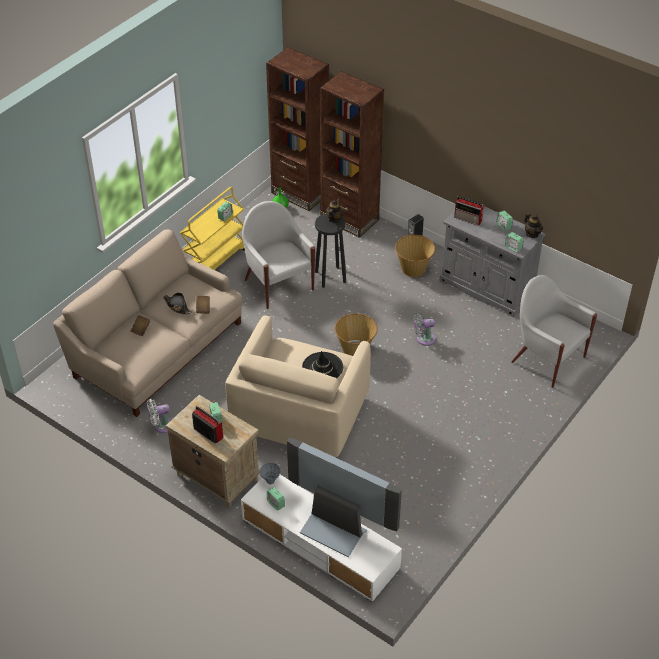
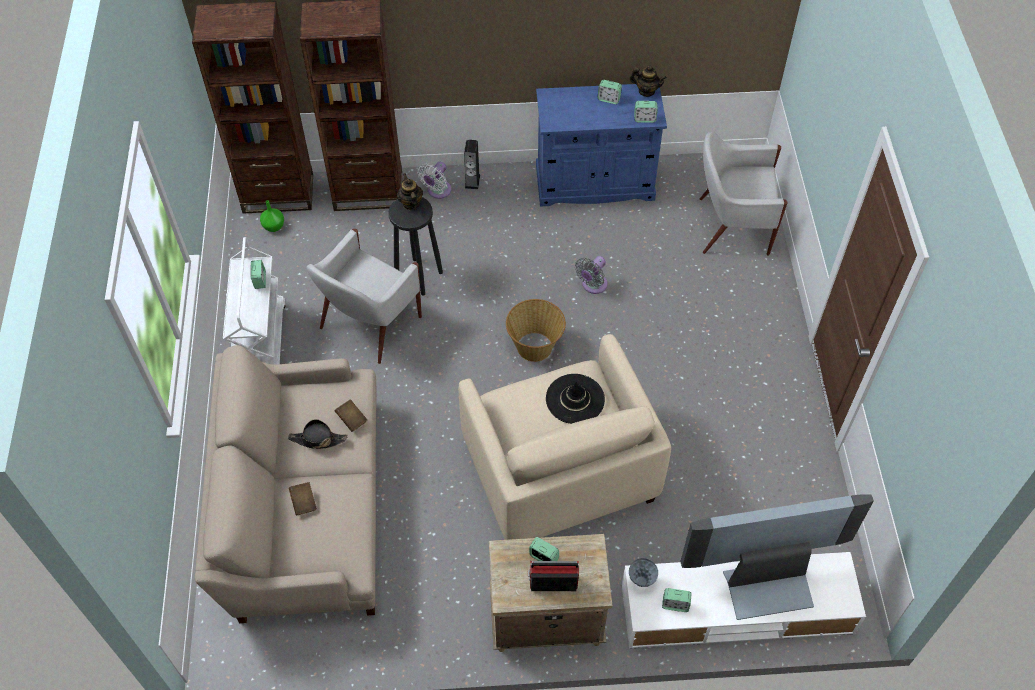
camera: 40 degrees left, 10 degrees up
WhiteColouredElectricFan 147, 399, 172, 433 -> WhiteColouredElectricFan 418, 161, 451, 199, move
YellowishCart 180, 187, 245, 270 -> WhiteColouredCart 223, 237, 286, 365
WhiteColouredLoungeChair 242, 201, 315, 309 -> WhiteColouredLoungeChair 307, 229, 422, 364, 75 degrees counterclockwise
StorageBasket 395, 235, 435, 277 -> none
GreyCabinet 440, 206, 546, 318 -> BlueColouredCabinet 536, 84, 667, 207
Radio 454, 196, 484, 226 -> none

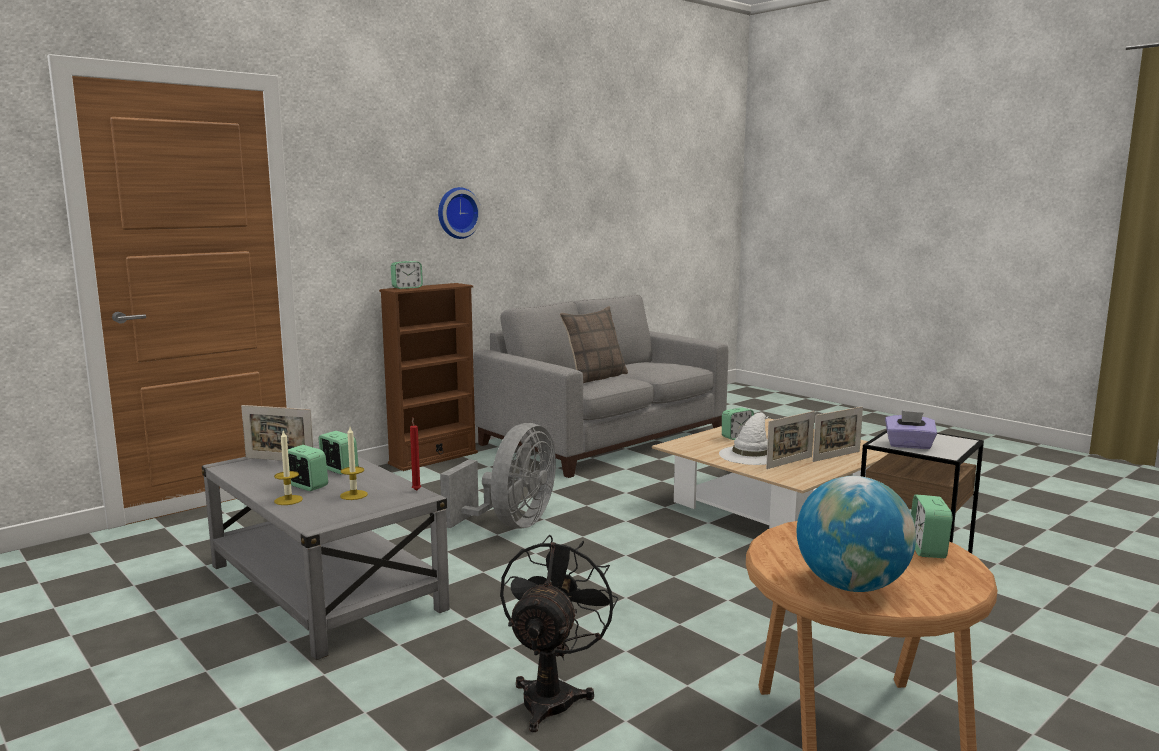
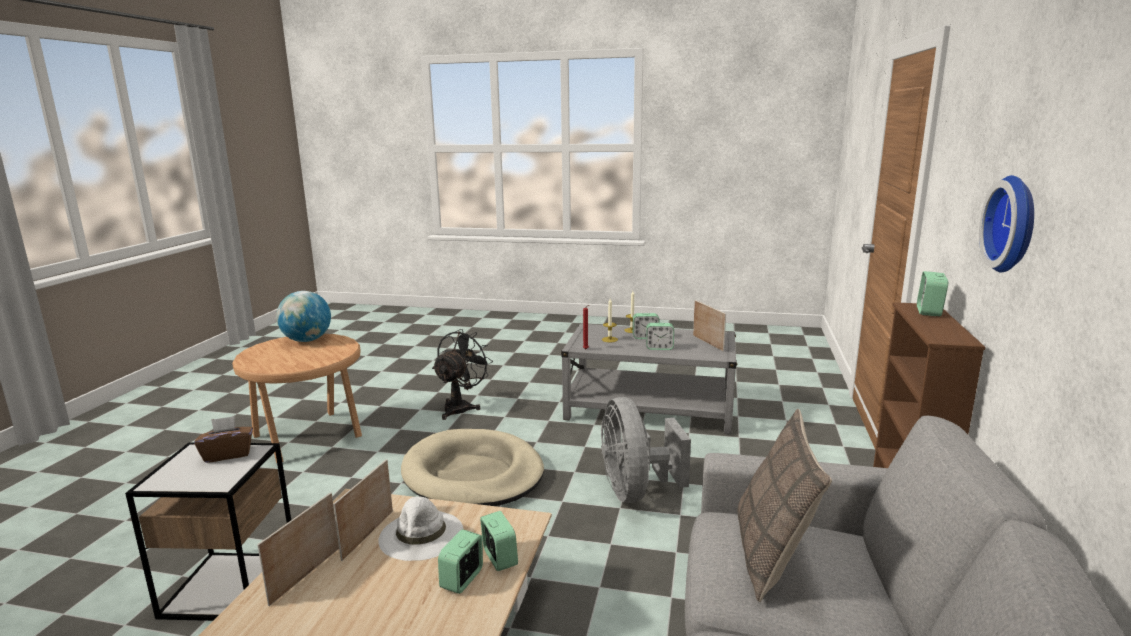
camera: 145 degrees right, 5 degrees up
PictureFrame 241, 405, 313, 461 -> PictureFrame 693, 300, 726, 352, 90 degrees clockwise
BlackElectricFan 500, 535, 618, 732 -> BlackElectricFan 432, 329, 493, 420, 135 degrees counterclockwise
PurpleTissueBox 885, 411, 937, 449 -> BrownTissueBox 194, 416, 253, 463
AlarmClock 911, 494, 952, 558 -> AlarmClock 480, 511, 518, 571, move
none -> SandColouredDogCushion 401, 429, 544, 506

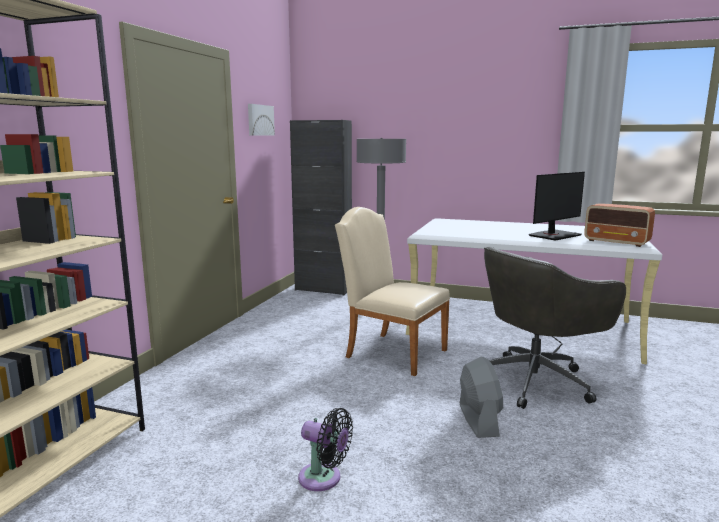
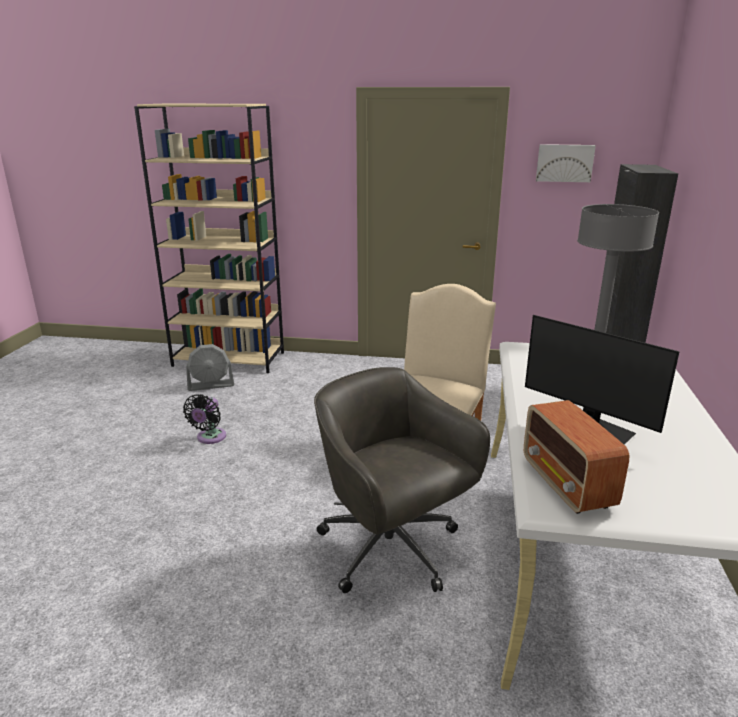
camera: 80 degrees right, 10 degrees up
GreyElectricFan 460, 356, 503, 438 -> GreyElectricFan 186, 344, 234, 391, move
Radio 584, 203, 655, 247 -> Radio 524, 400, 629, 514, 45 degrees counterclockwise

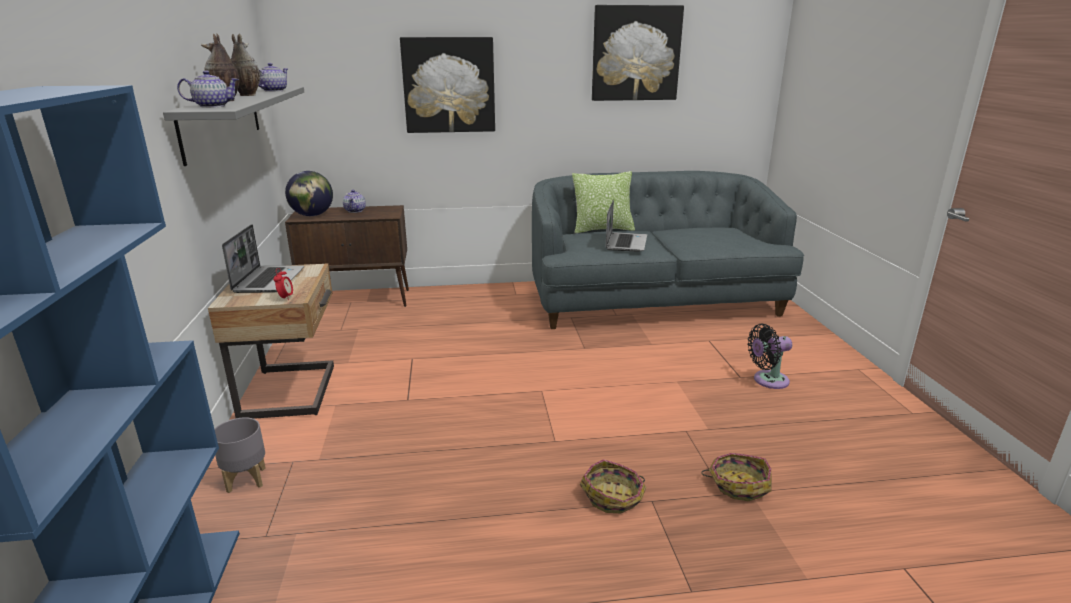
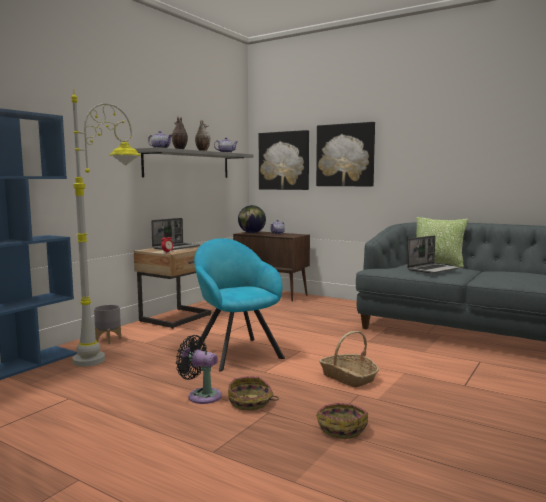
camera: 40 degrees right, 15 degrees down
WallPicture 592, 5, 684, 101 -> WallPicture 259, 130, 309, 190, move
BlackElectricFan 747, 324, 792, 389 -> BlackElectricFan 176, 335, 222, 404, move
none -> GreyStandingLamp 71, 89, 141, 367
none -> TurquoiseColouredLoungeChair 194, 238, 285, 371
none -> StorageBasket 319, 331, 379, 387

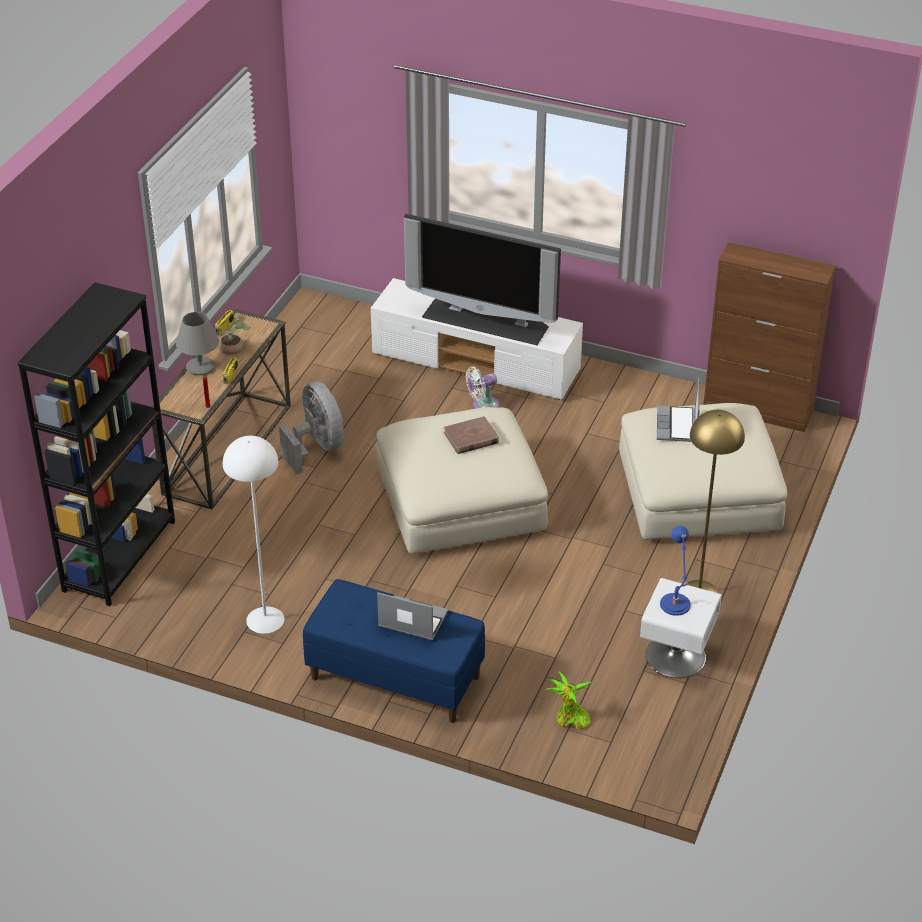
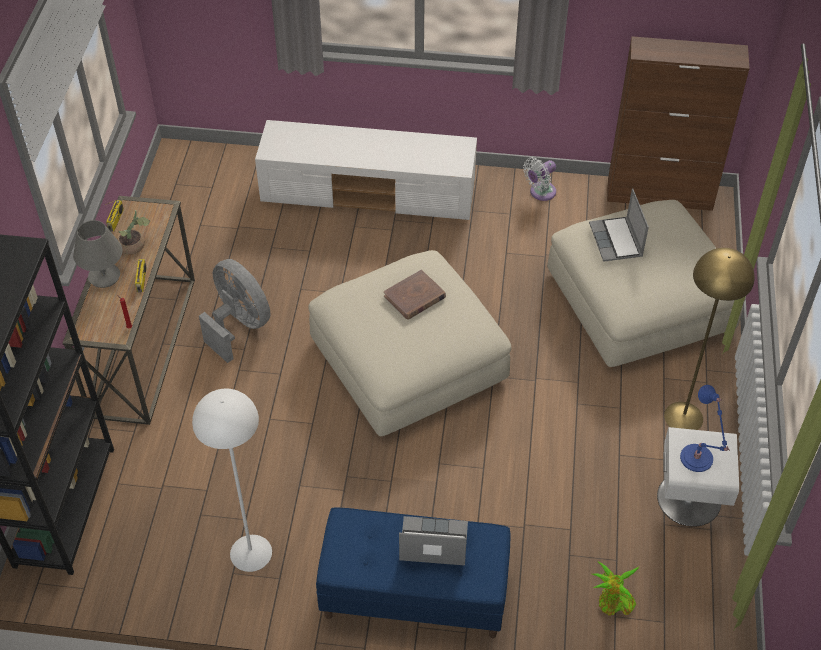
camera: 15 degrees left, 10 degrees up
TvSet 404, 214, 561, 345 -> none
WhiteColouredElectricFan 466, 366, 499, 409 -> WhiteColouredElectricFan 523, 157, 556, 201, move

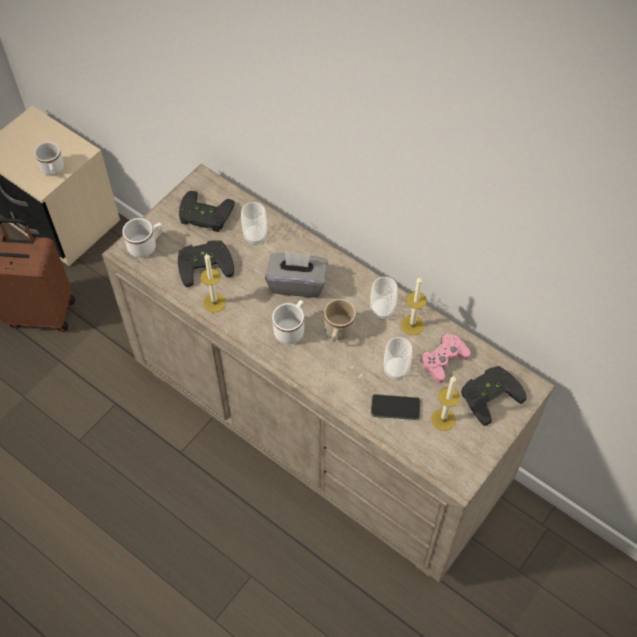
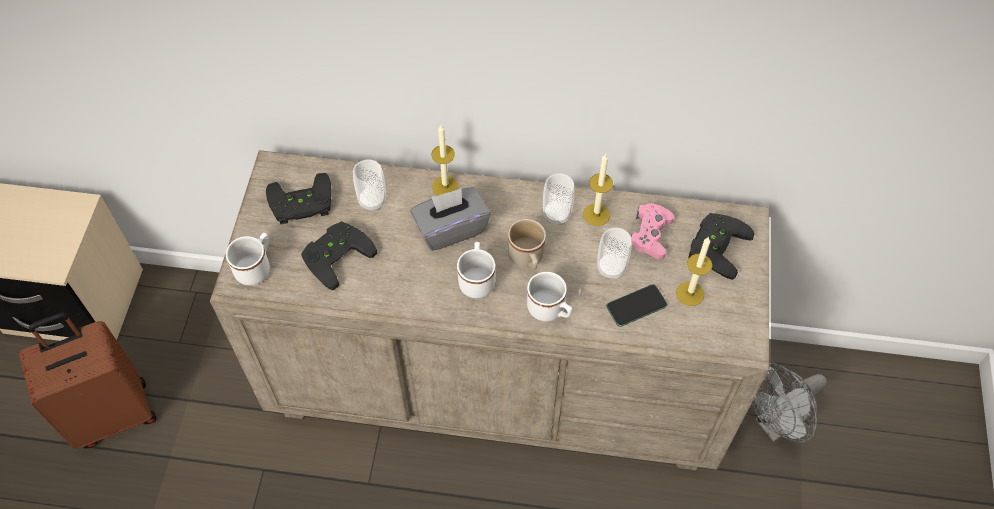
camera: 30 degrees left, 0 degrees up
WhiteColouredMug 34, 142, 64, 176 -> WhiteColouredMug 527, 272, 572, 321, move
WaxLight 200, 253, 226, 313 -> WaxLight 431, 125, 459, 196, move
none -> GreyElectricFan 752, 362, 827, 442

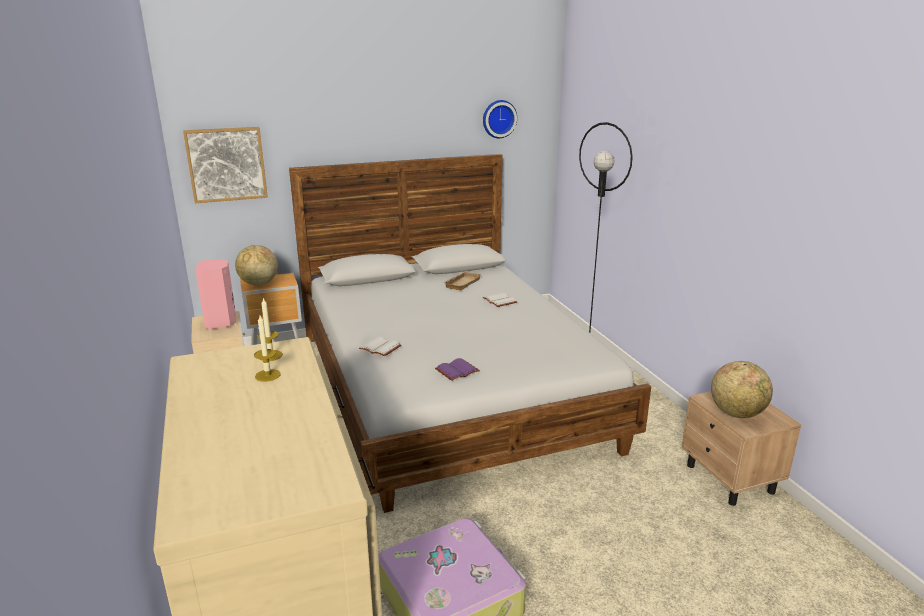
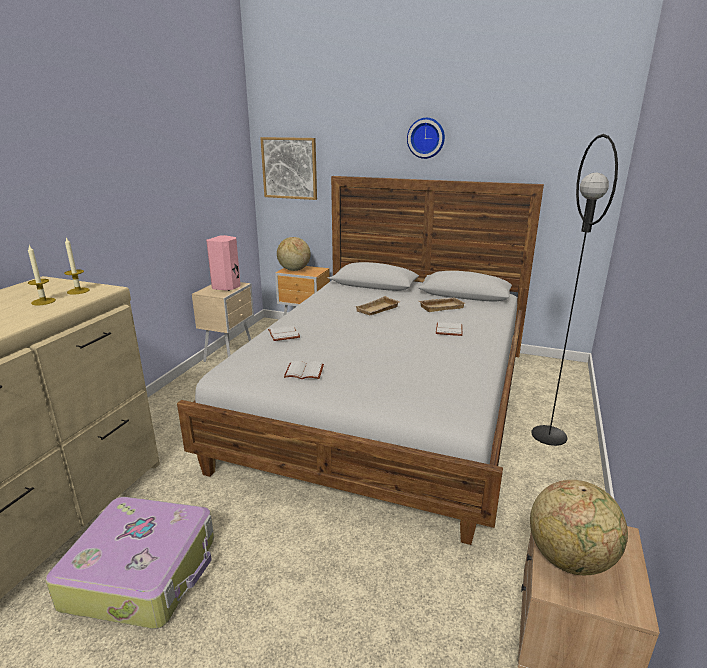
camera: 40 degrees right, 0 degrees up
PurpleBoundBook 435, 358, 480, 381 -> WhiteColouredBoundBook 284, 361, 324, 379
HangingClock 483, 100, 517, 138 -> HangingClock 407, 118, 445, 159, move
none -> SandColouredCarryingTray 355, 296, 400, 316

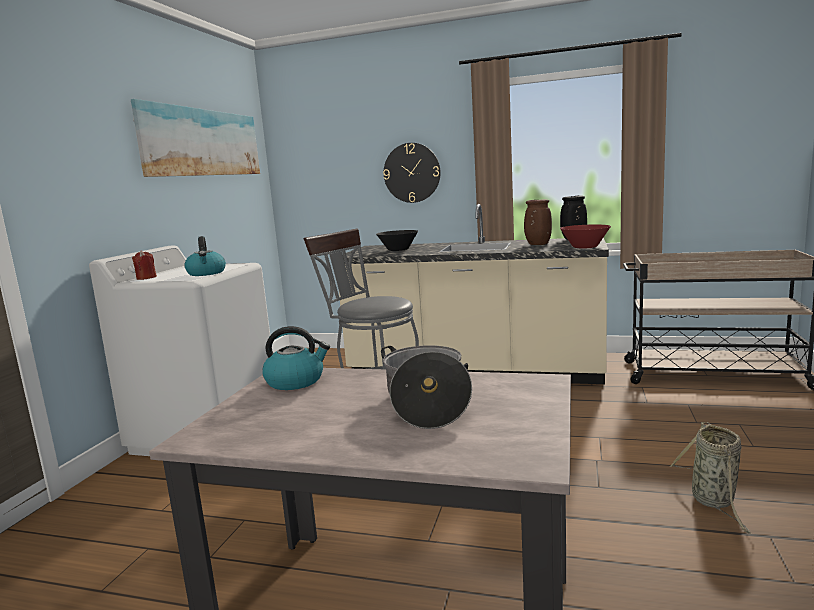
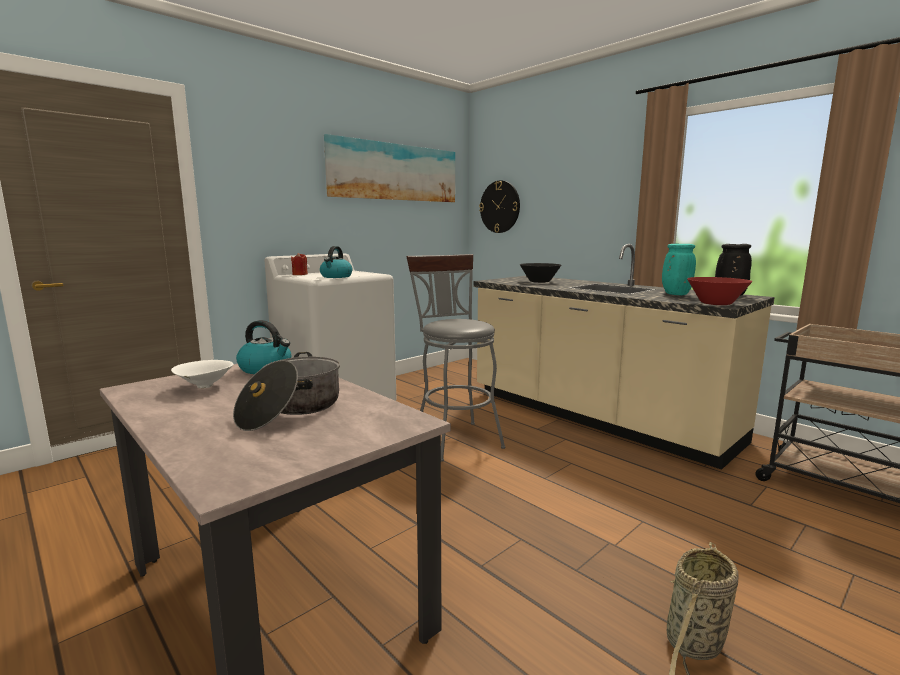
camera: 30 degrees right, 0 degrees up
HangingClock 383, 143, 441, 203 -> HangingClock 479, 180, 520, 233, move
BrownDecorativeVase 524, 199, 552, 245 -> TurquoiseColouredDecorativeVase 662, 244, 696, 295
none -> WhiteColouredDeepDish 171, 360, 234, 388

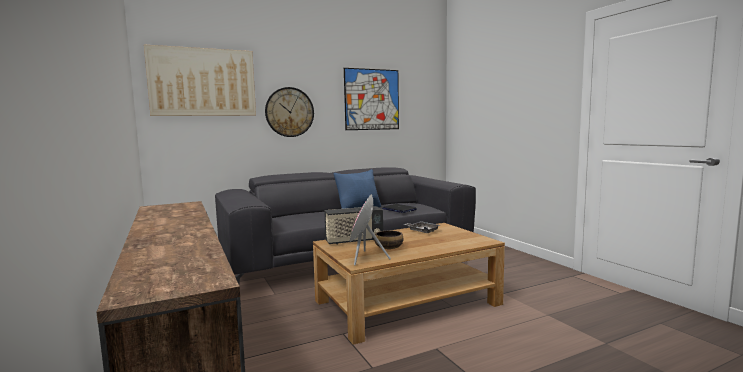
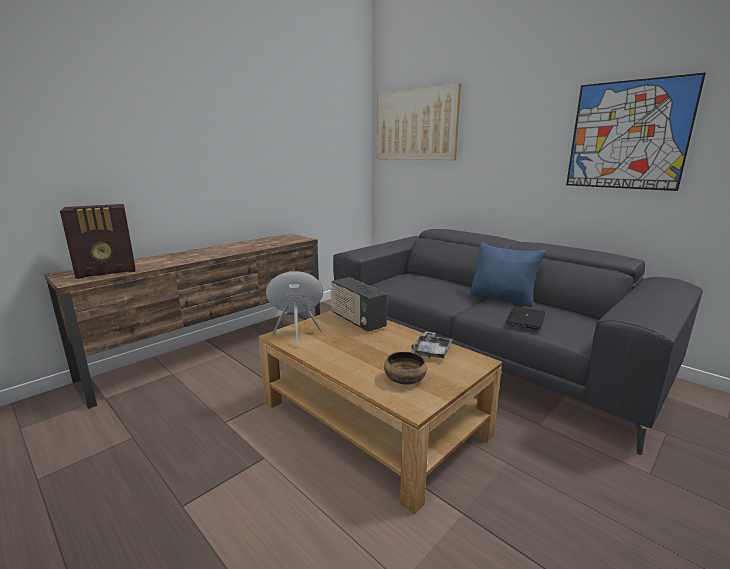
camera: 70 degrees right, 10 degrees up
HangingClock 265, 87, 314, 137 -> none
DeepDish 374, 230, 403, 249 -> DeepDish 384, 352, 427, 385, move
none -> Radio 60, 204, 136, 279

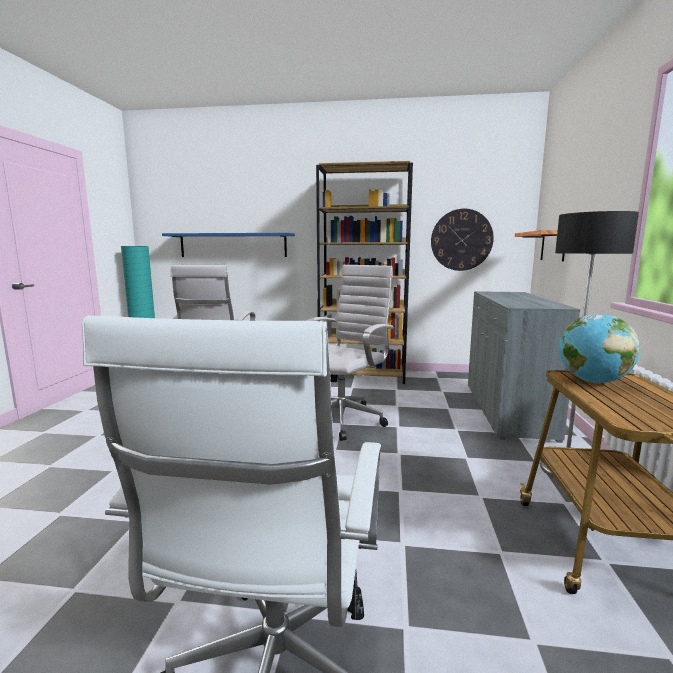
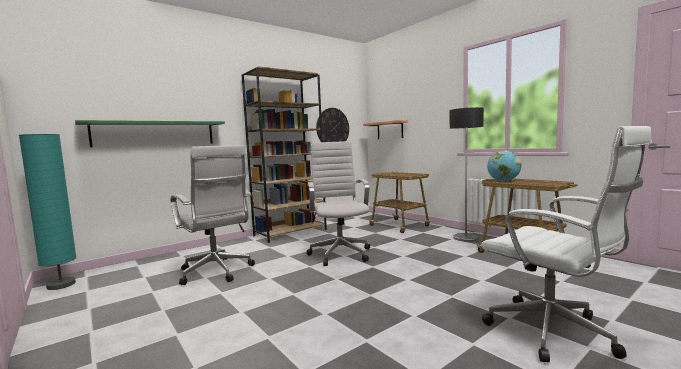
camera: 45 degrees left, 5 degrees down
BlueColouredShelf 162, 233, 295, 257 -> GreenShelf 75, 120, 225, 147
GreyCabinet 468, 291, 580, 443 -> Cart 368, 172, 430, 233

